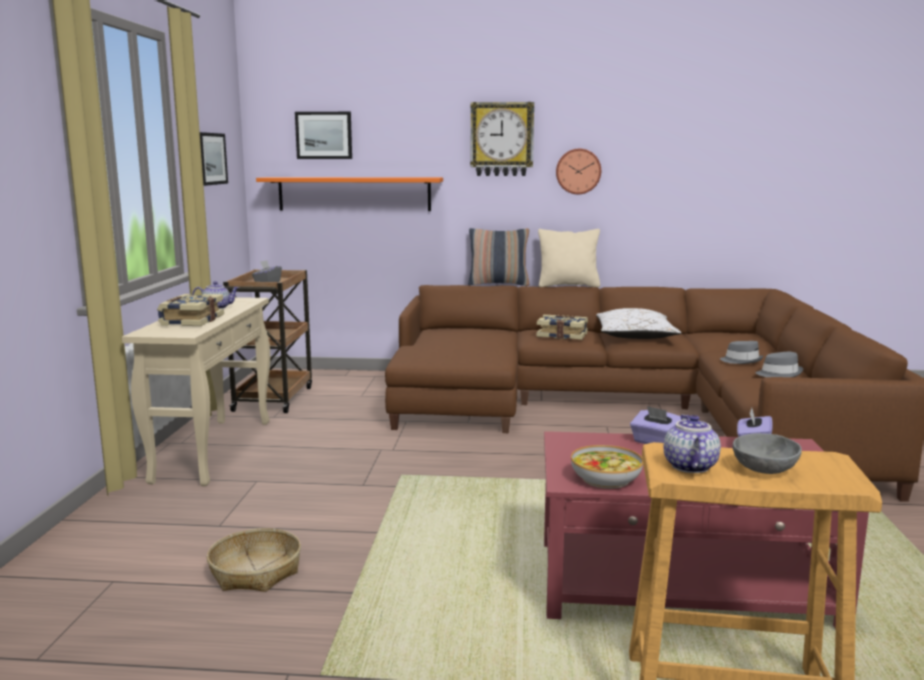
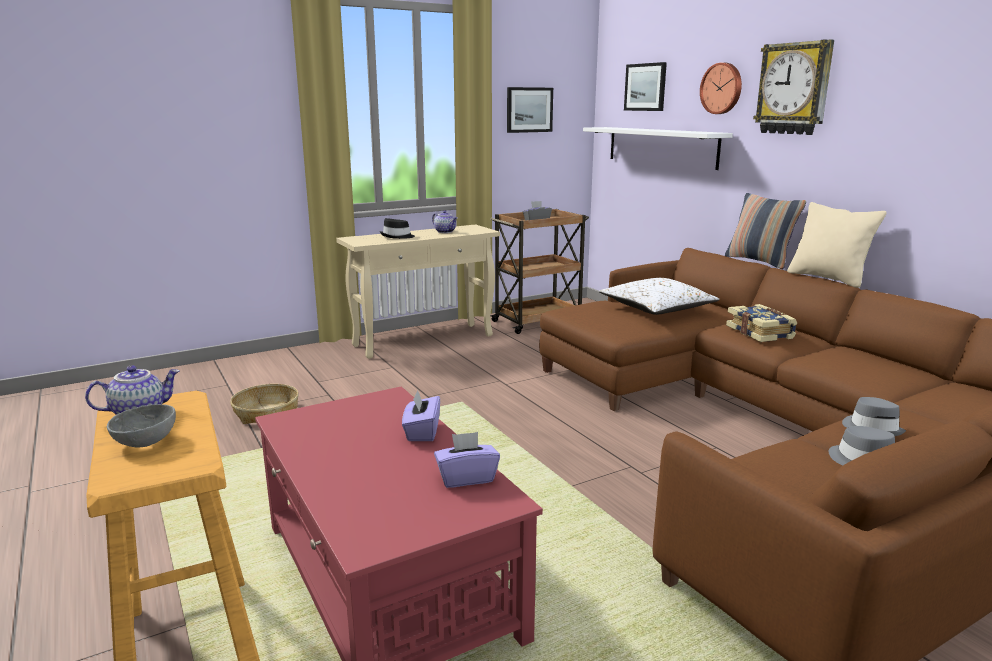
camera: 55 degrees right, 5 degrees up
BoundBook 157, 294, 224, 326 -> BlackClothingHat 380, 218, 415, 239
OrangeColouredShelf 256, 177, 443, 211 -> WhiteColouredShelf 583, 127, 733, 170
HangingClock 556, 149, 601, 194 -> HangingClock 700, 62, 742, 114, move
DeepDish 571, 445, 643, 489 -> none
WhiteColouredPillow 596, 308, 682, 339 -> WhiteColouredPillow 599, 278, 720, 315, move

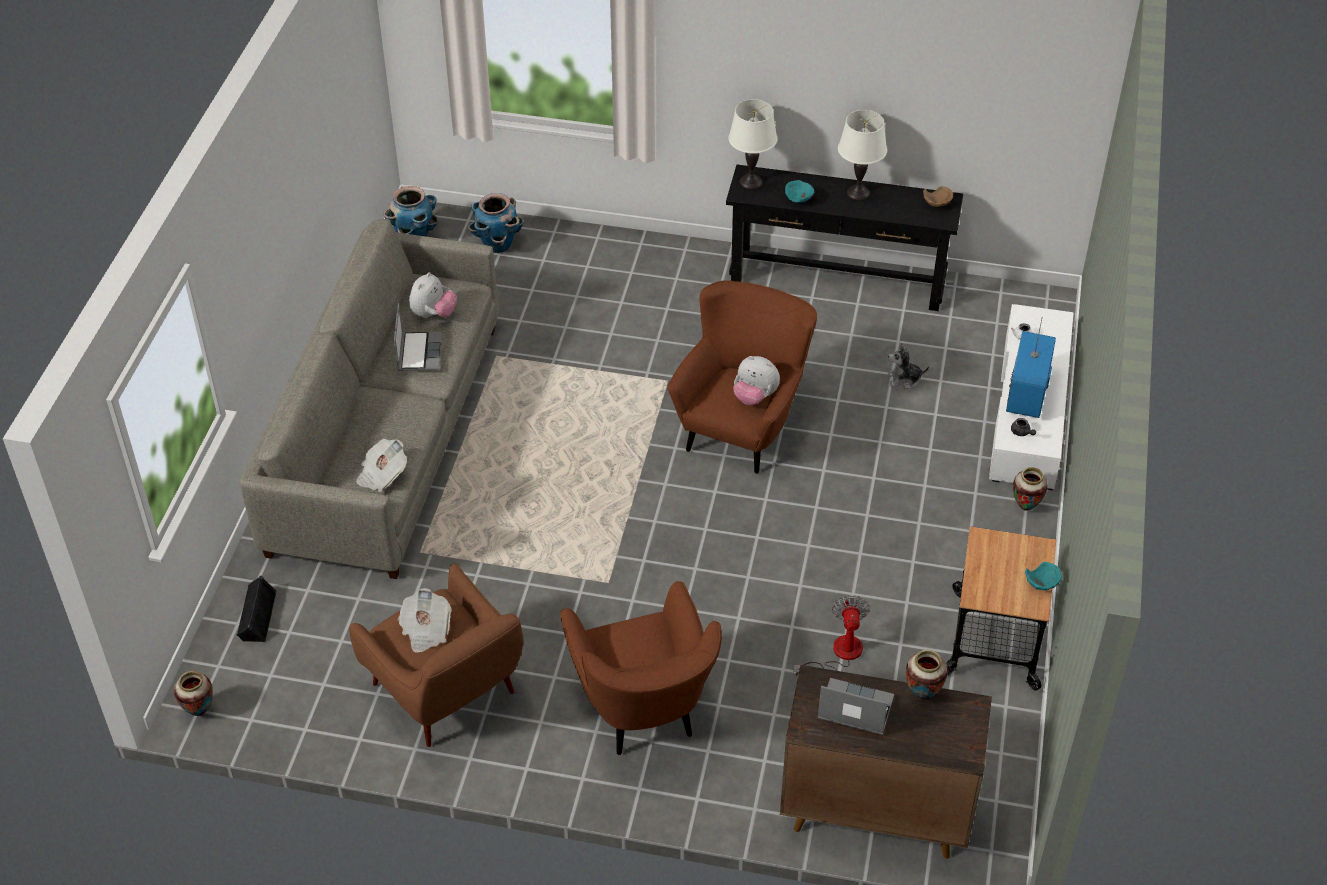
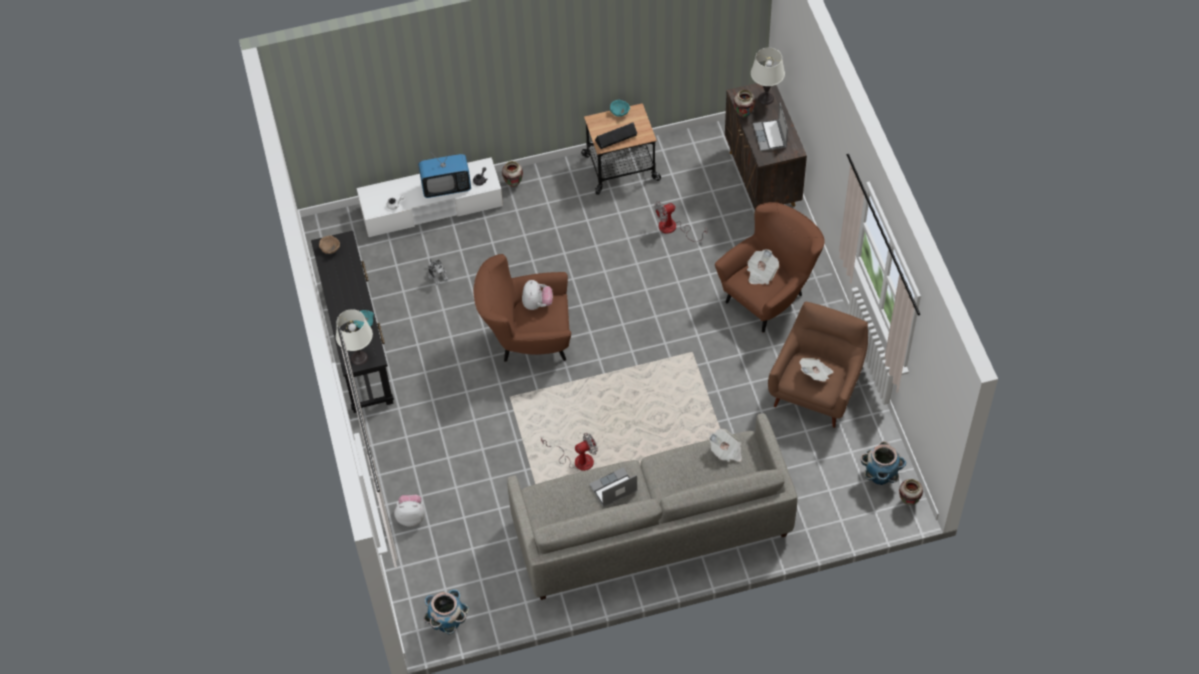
camera: 115 degrees left, 10 degrees up
BlackLoudspeaker 237, 576, 277, 642 -> BlackLoudspeaker 595, 122, 637, 149, move
SoftToy 409, 272, 457, 318 -> SoftToy 394, 495, 425, 527, move
PlantPot 468, 193, 524, 253 -> PlantPot 860, 441, 906, 485, move
WhiteColouredTableLamp 838, 110, 887, 200 -> WhiteColouredTableLamp 751, 47, 785, 105, move
none -> ElectricFan 541, 433, 598, 471
none -> DailyPaper 747, 249, 779, 284

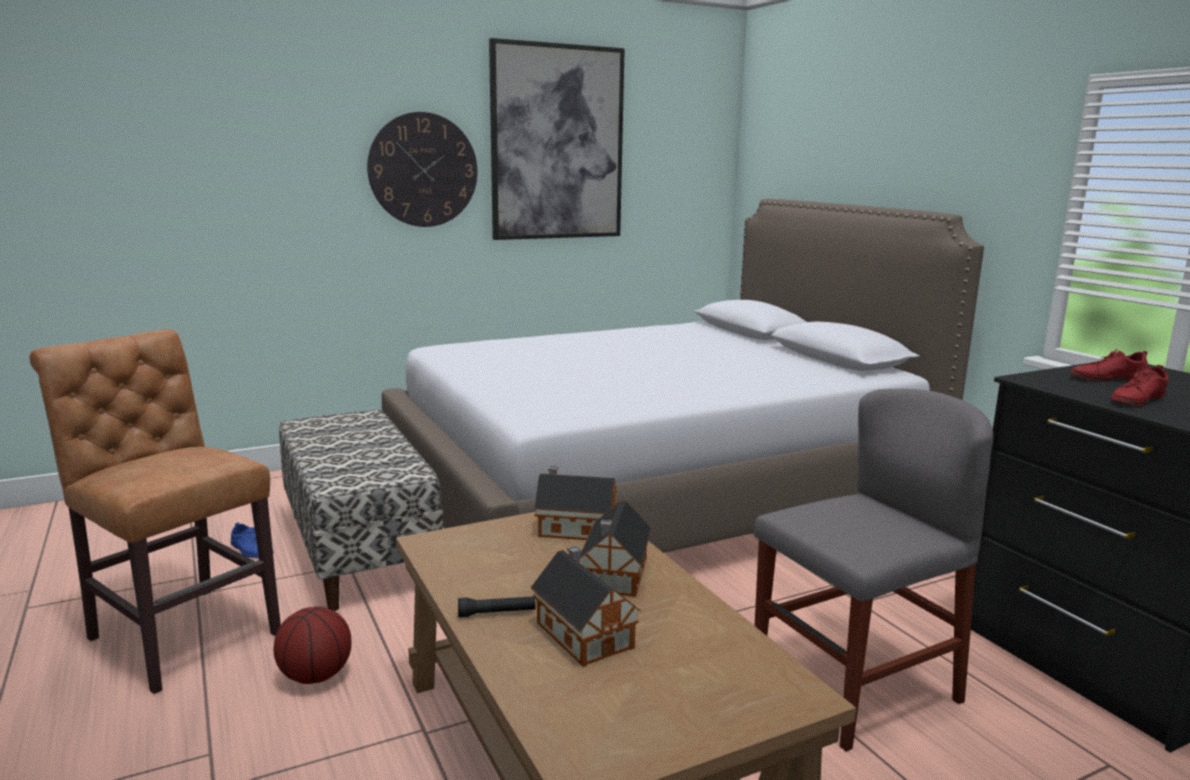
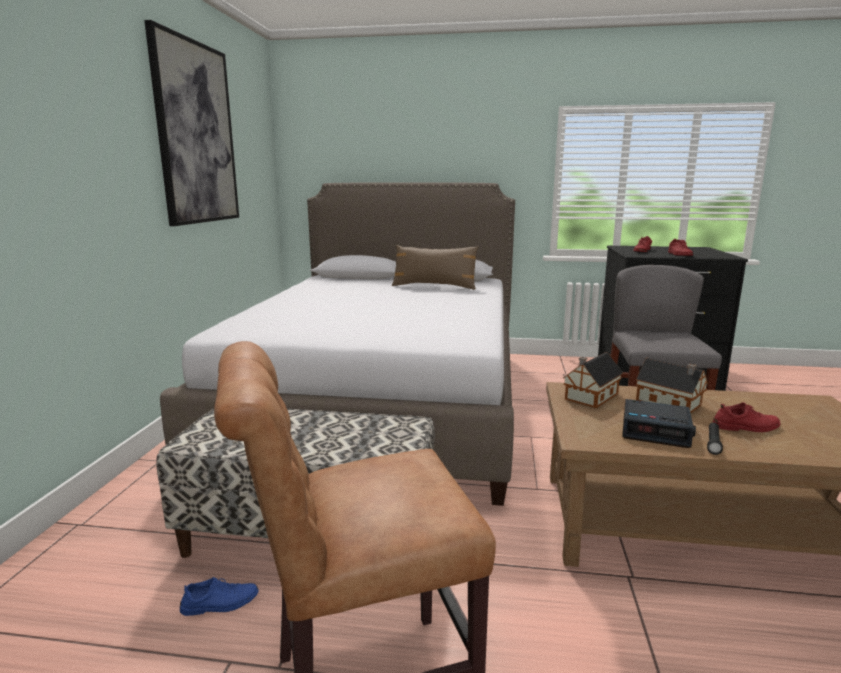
camera: 55 degrees left, 0 degrees up
BasketballBall 274, 606, 351, 684 -> none
HangingClock 367, 112, 478, 227 -> none
ModelHouse 531, 545, 641, 667 -> ReddishShoe 712, 402, 780, 432
none -> BrownPillow 392, 245, 478, 289
none -> AlarmClock 622, 399, 696, 448

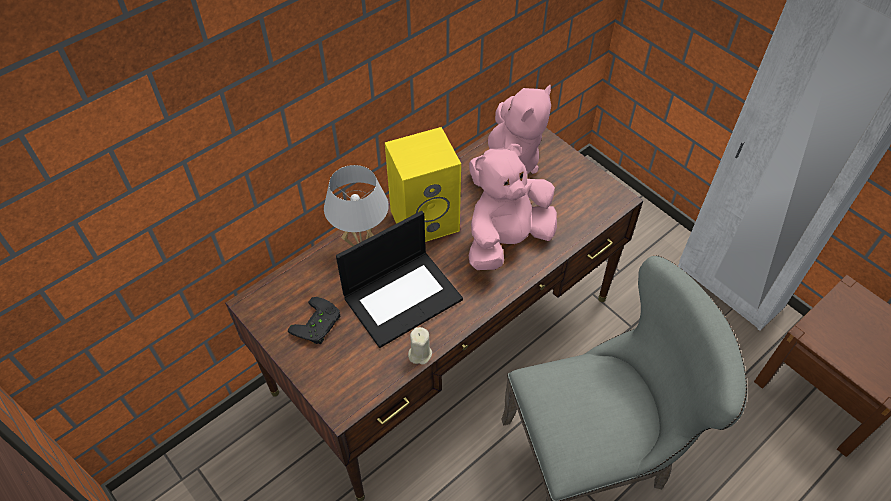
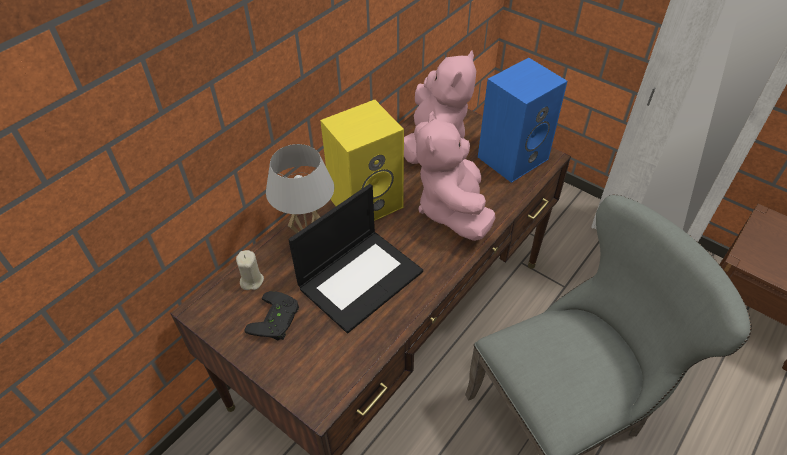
camera: 10 degrees left, 5 degrees down
SandColouredWaxLight 408, 327, 432, 365 -> SandColouredWaxLight 236, 250, 264, 290, move
PinkishSoftToy 469, 144, 557, 270 -> PinkishSoftToy 416, 111, 496, 241, 45 degrees counterclockwise
none -> BlueColouredLoudspeaker 478, 58, 567, 183

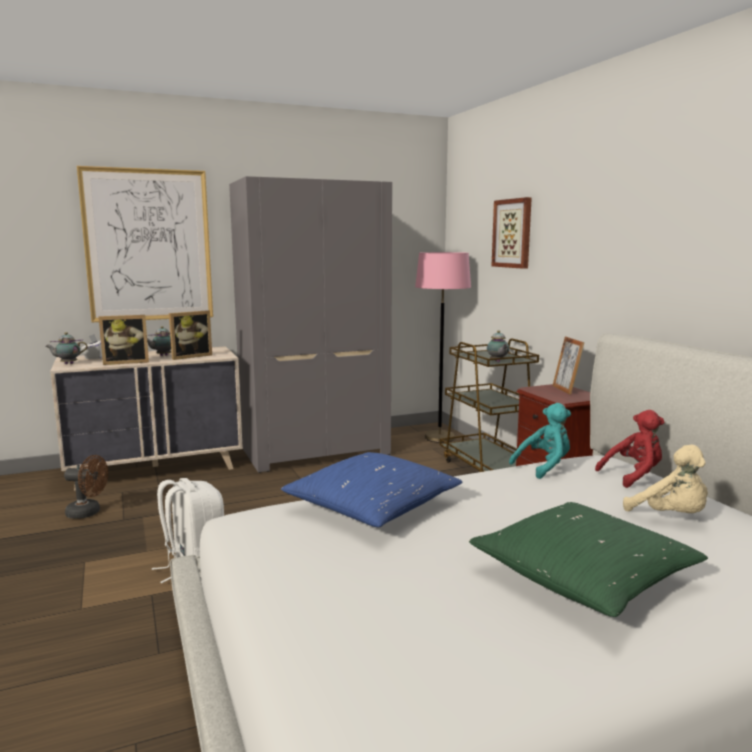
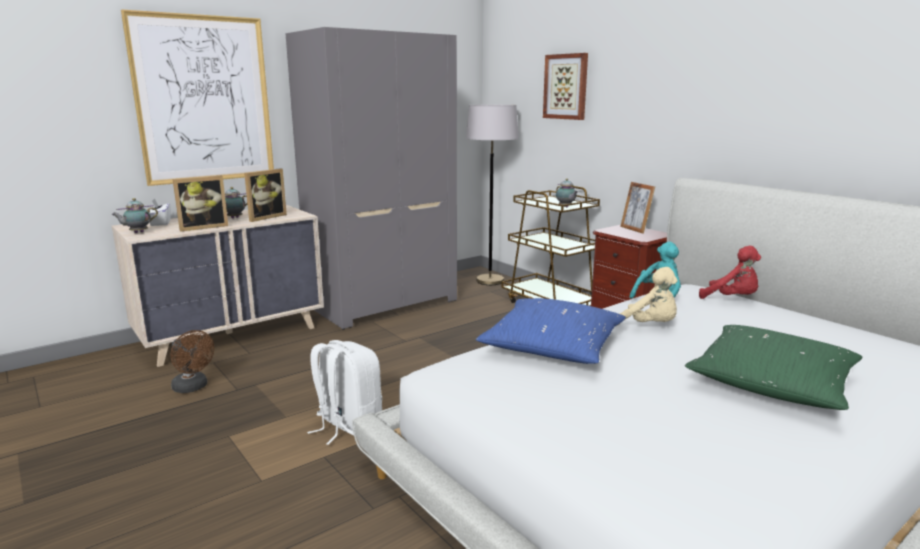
camera: 15 degrees left, 5 degrees up
BrownElectricFan 64, 455, 108, 519 -> BrownElectricFan 171, 330, 214, 393, 45 degrees clockwise
PinkishStandingLamp 415, 252, 471, 443 -> GreyStandingLamp 466, 104, 519, 285
ReddishSoftToy 595, 410, 664, 488 -> ReddishSoftToy 699, 246, 761, 299, 75 degrees clockwise
SandColouredSoftToy 623, 445, 708, 513 -> SandColouredSoftToy 618, 267, 677, 325, move

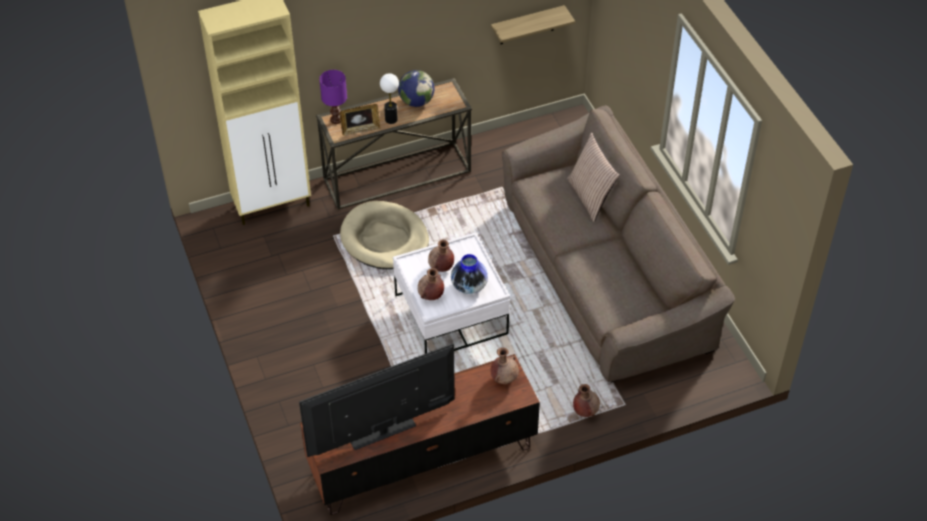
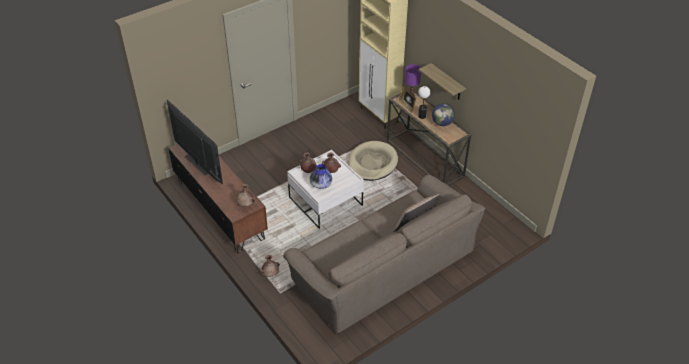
camera: 75 degrees right, 5 degrees down
Shelf 491, 5, 575, 44 -> Shelf 418, 63, 466, 100, move

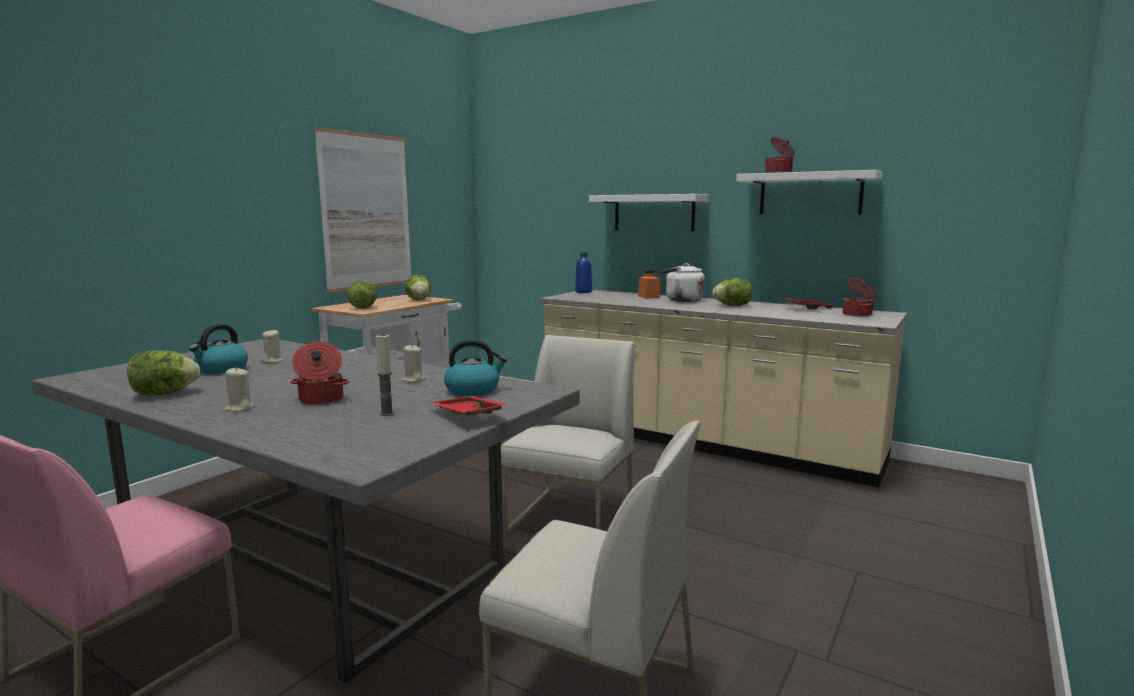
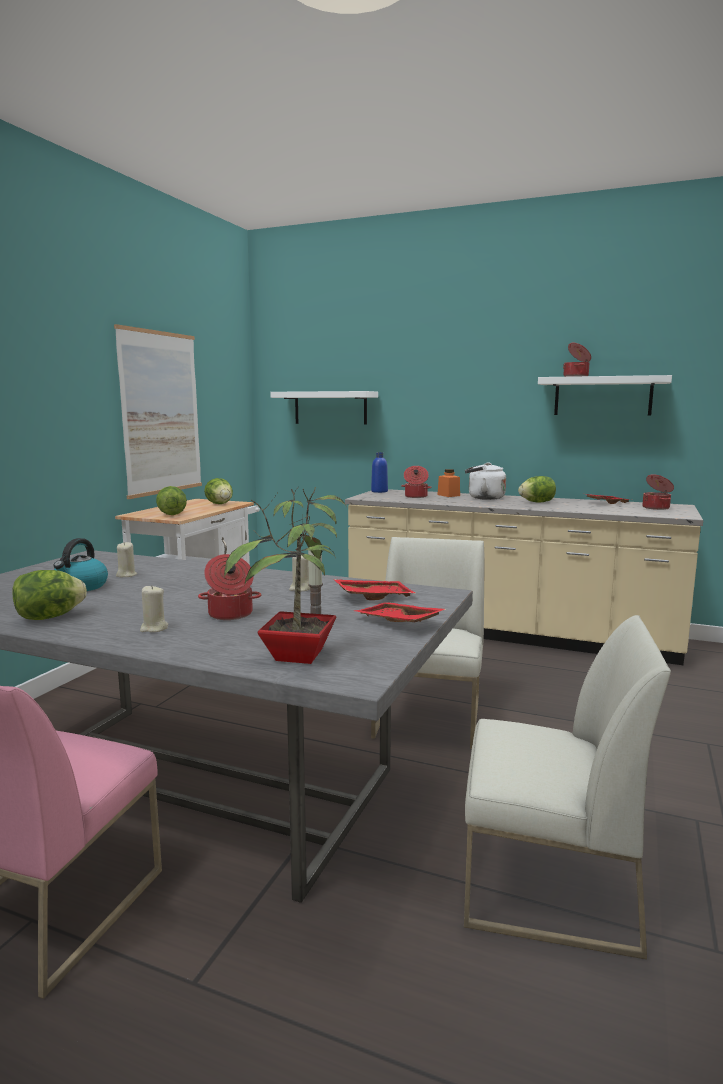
camera: 10 degrees left, 0 degrees up
Kettle 444, 339, 507, 396 -> ReddishCarryingTray 333, 579, 415, 600
WhiteColouredShelf 589, 194, 709, 231 -> WhiteColouredShelf 270, 391, 378, 425, move
none -> Houseplant 224, 486, 347, 664
none -> Stockpot 401, 466, 432, 498

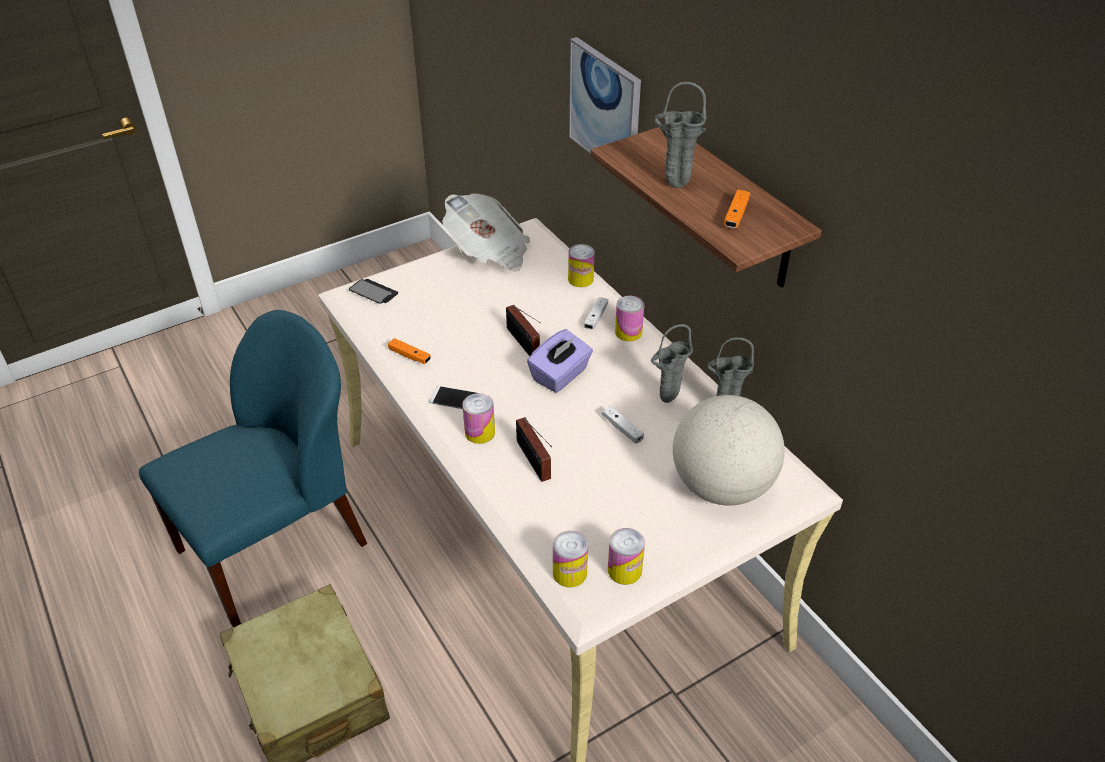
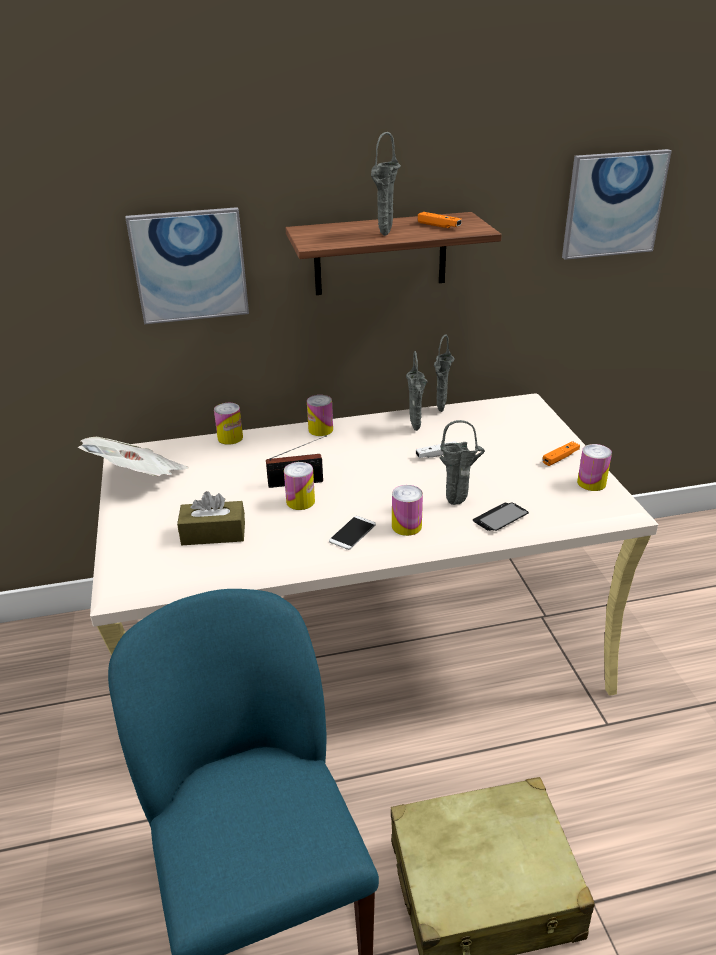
camera: 70 degrees left, 10 degrees down
Handset 349, 279, 398, 304 -> Handset 473, 502, 529, 531, move
OrangeColouredJoypad 388, 338, 431, 364 -> OrangeColouredJoypad 543, 441, 580, 466, move
Radio 516, 417, 552, 482 -> GreyDecorativeVase 440, 420, 485, 505
PurpleTissueBox 527, 329, 593, 393 -> none
MetalCan 553, 531, 588, 587 -> MetalCan 284, 462, 315, 510, move
WhiteColouredJoypad 584, 297, 608, 329 -> none
Globe 673, 395, 785, 506 -> none
none -> BrownTissueBox 177, 491, 245, 545
none -> WallPicture 562, 149, 672, 260

